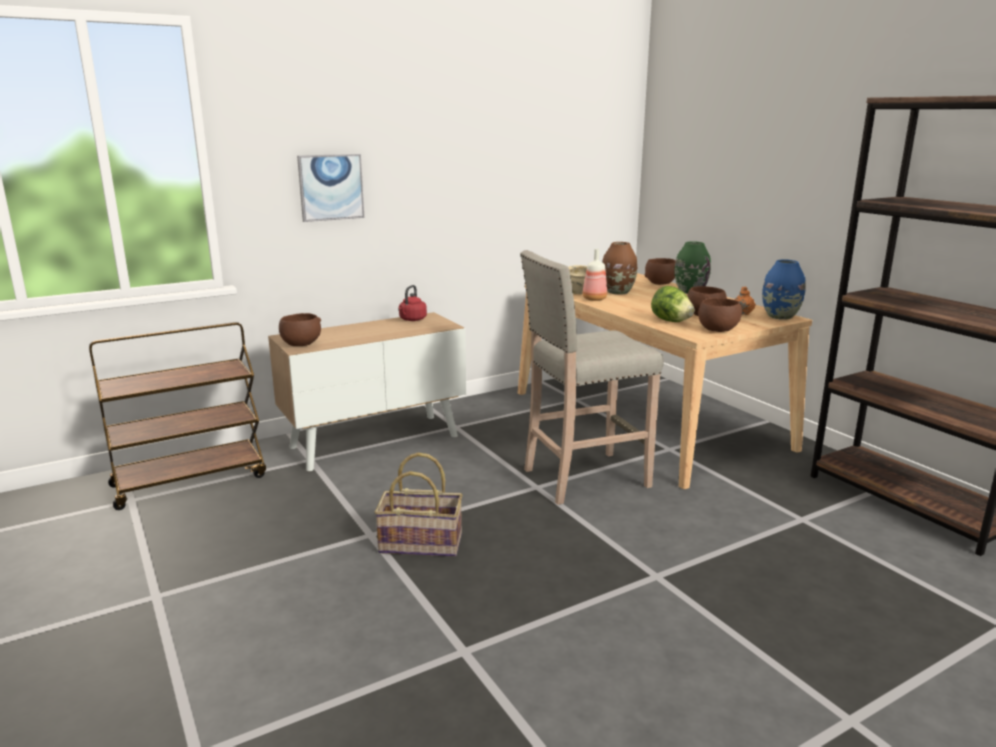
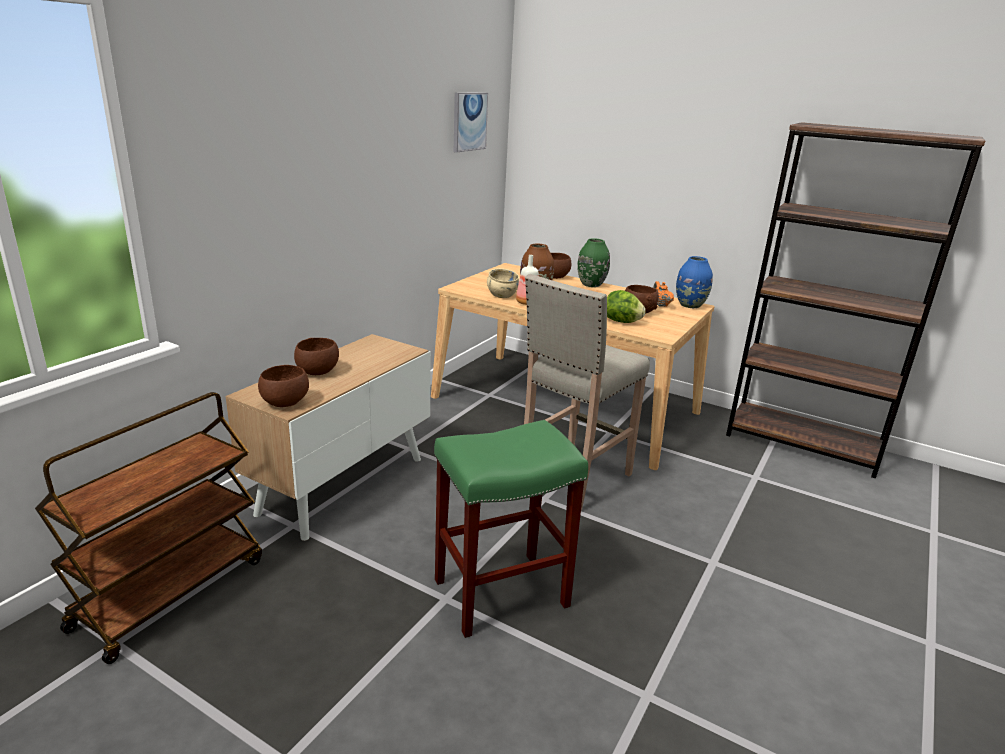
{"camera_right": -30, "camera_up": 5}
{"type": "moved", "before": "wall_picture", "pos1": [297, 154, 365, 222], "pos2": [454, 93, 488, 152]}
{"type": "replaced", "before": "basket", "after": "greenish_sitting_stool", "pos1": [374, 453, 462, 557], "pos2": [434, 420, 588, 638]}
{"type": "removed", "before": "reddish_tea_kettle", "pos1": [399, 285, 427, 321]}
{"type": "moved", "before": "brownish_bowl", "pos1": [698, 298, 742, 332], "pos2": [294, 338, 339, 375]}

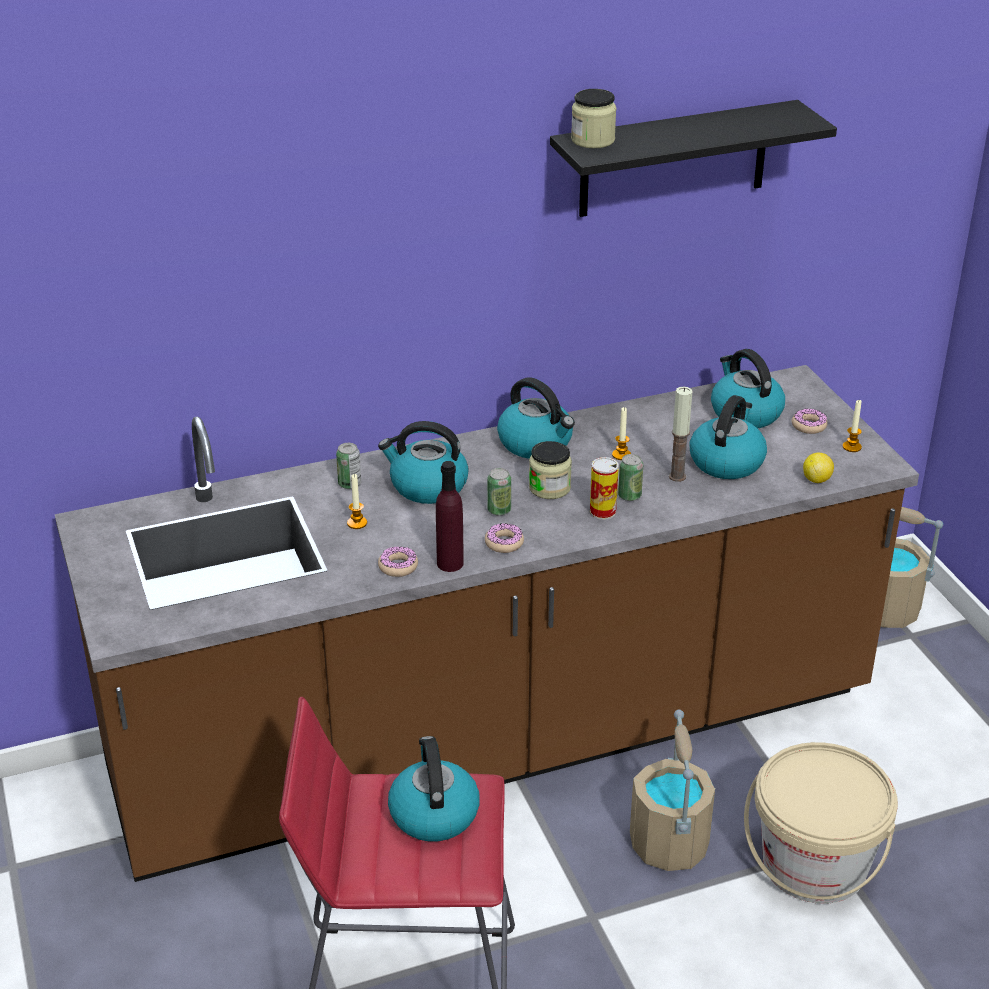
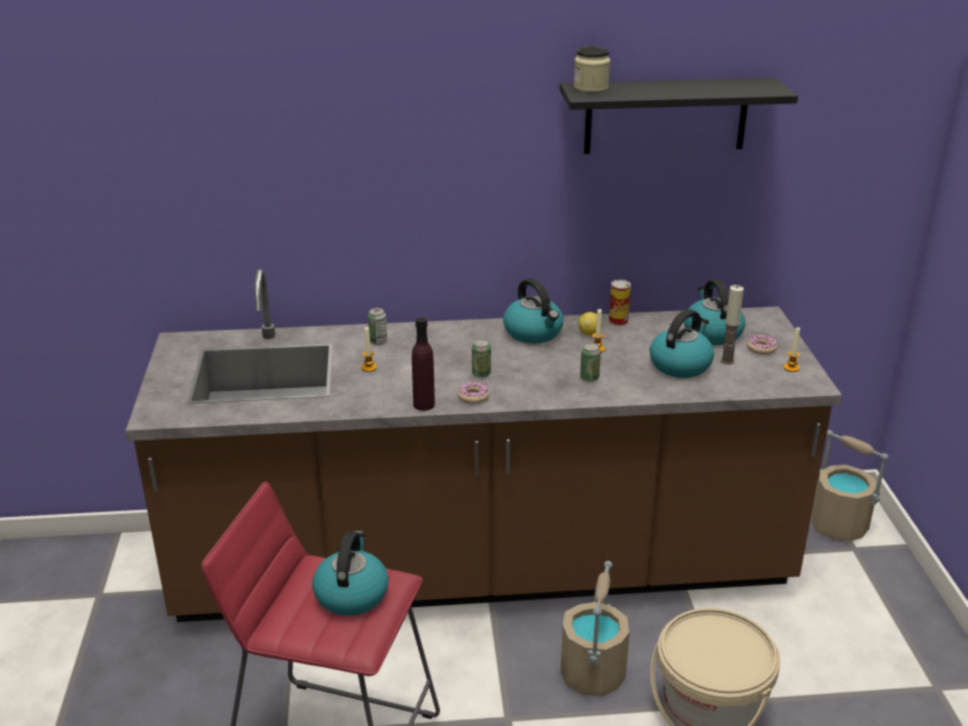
{"camera_right": 15, "camera_up": -5}
{"type": "removed", "before": "tea_kettle", "pos1": [378, 421, 469, 504]}
{"type": "removed", "before": "donut", "pos1": [378, 546, 418, 577]}
{"type": "removed", "before": "storage_jar", "pos1": [529, 441, 572, 499]}
{"type": "moved", "before": "metal_can", "pos1": [590, 457, 619, 520], "pos2": [609, 280, 631, 326]}
{"type": "moved", "before": "wax_light", "pos1": [669, 386, 693, 482], "pos2": [720, 285, 744, 365]}
{"type": "moved", "before": "citrus_fruit", "pos1": [803, 453, 834, 483], "pos2": [578, 312, 602, 336]}

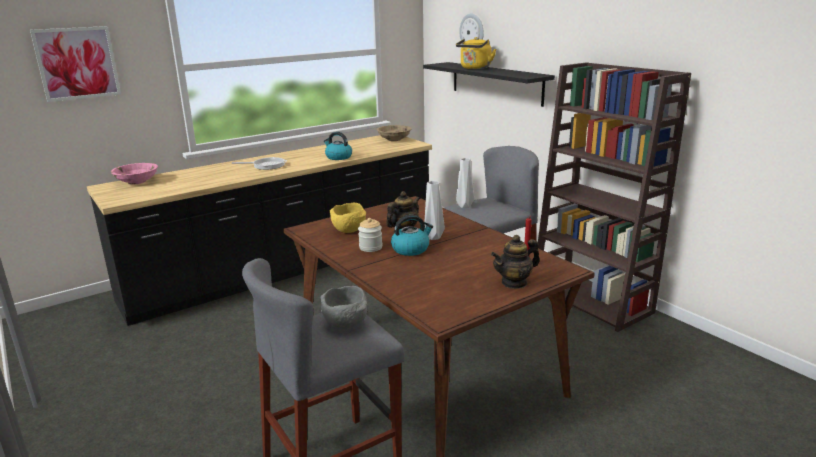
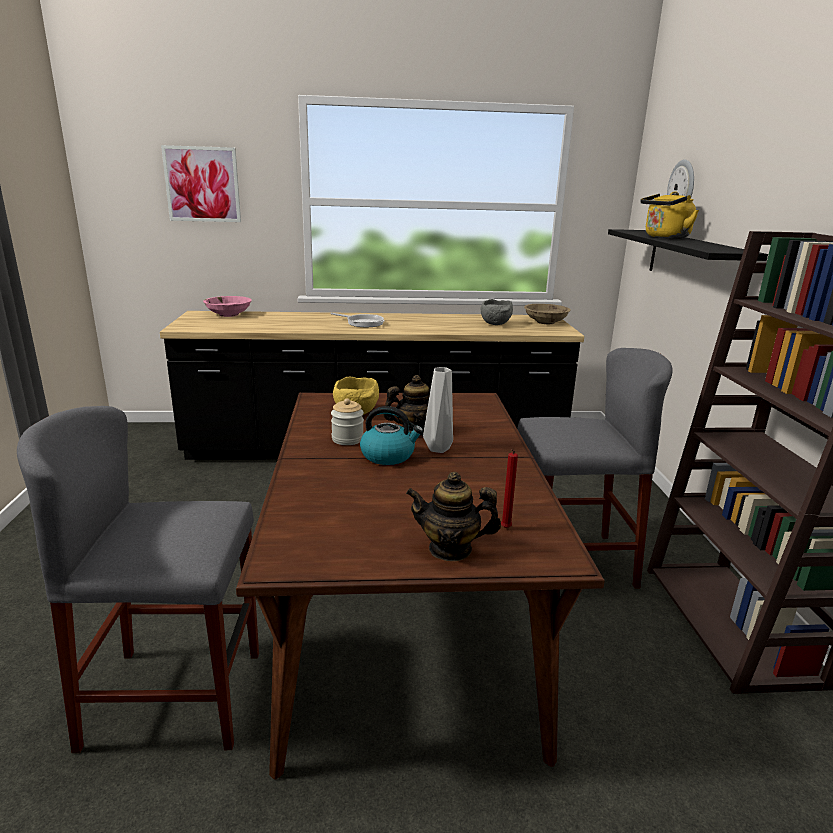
{"camera_right": 30, "camera_up": 0}
{"type": "moved", "before": "grey_bowl", "pos1": [321, 286, 368, 328], "pos2": [481, 299, 513, 325]}
{"type": "removed", "before": "tea_kettle", "pos1": [324, 132, 352, 160]}
{"type": "removed", "before": "grey_vase", "pos1": [456, 158, 474, 208]}

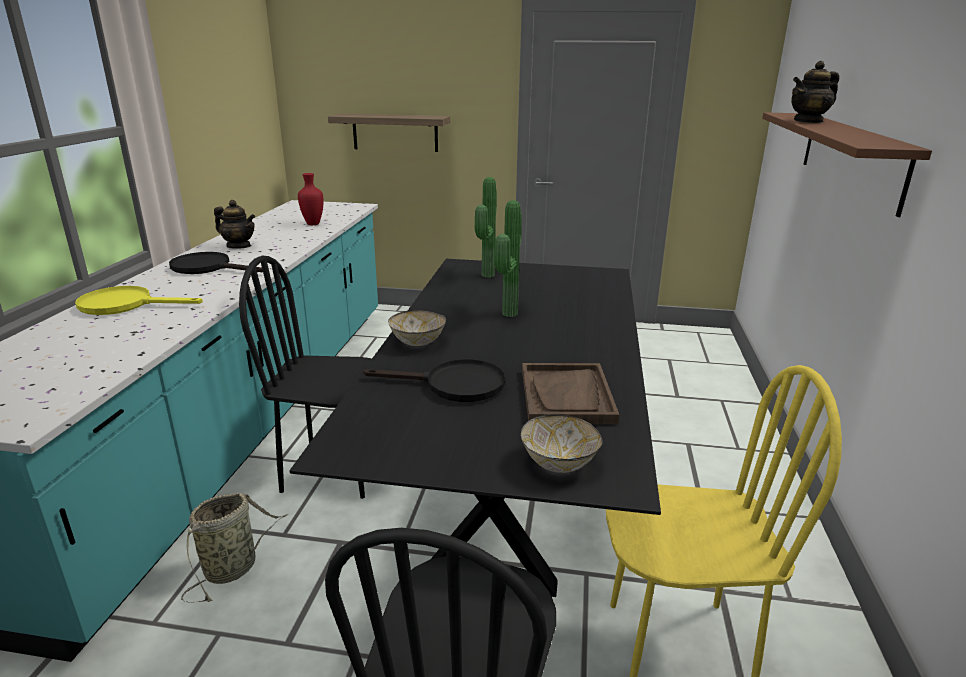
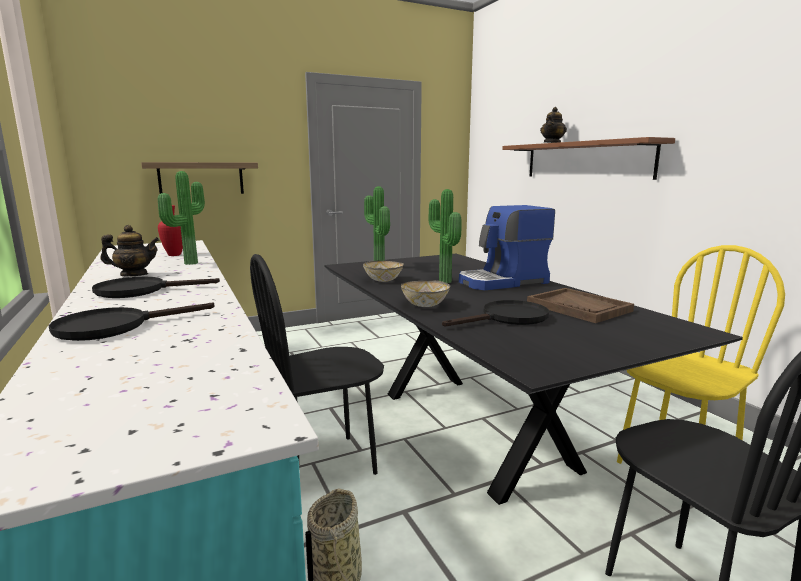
{"camera_right": -35, "camera_up": -10}
{"type": "recoloured", "before": "yellow-coloured_frying_pan", "after": "black_frying_pan", "pos1": [75, 286, 203, 315], "pos2": [49, 303, 214, 341]}
{"type": "moved", "before": "bowl", "pos1": [521, 414, 603, 473], "pos2": [363, 261, 404, 282]}
{"type": "added", "after": "houseplant", "pos2": [158, 171, 205, 265]}
{"type": "added", "after": "coffee_machine", "pos2": [459, 205, 555, 290]}

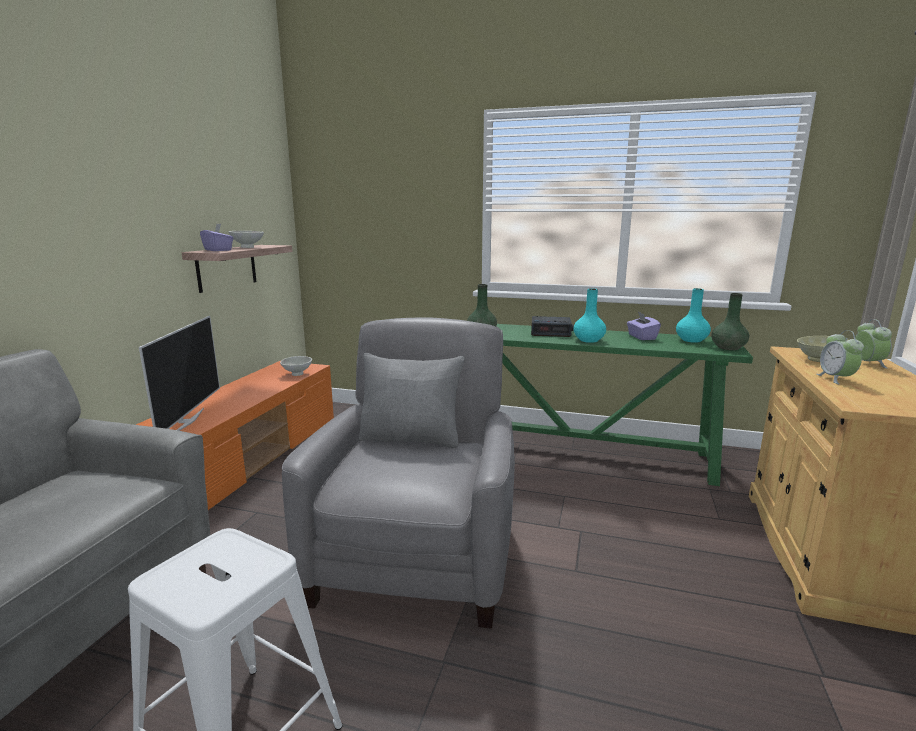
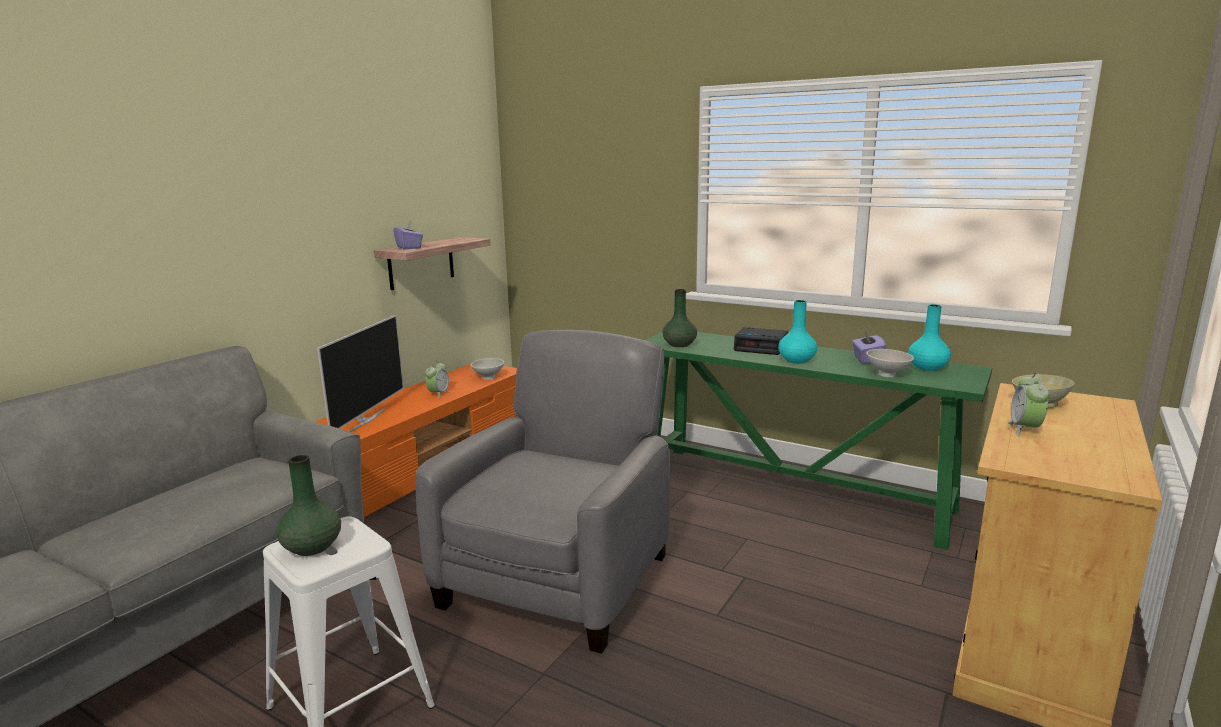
{"camera_right": 15, "camera_up": 0}
{"type": "moved", "before": "whitish_bowl", "pos1": [228, 231, 264, 248], "pos2": [866, 349, 914, 377]}
{"type": "removed", "before": "grey_throw_pillow", "pos1": [359, 353, 465, 448]}
{"type": "moved", "before": "greenish_vase", "pos1": [711, 293, 749, 350], "pos2": [276, 455, 341, 556]}
{"type": "moved", "before": "bedside_clock", "pos1": [855, 319, 892, 368], "pos2": [425, 361, 450, 399]}

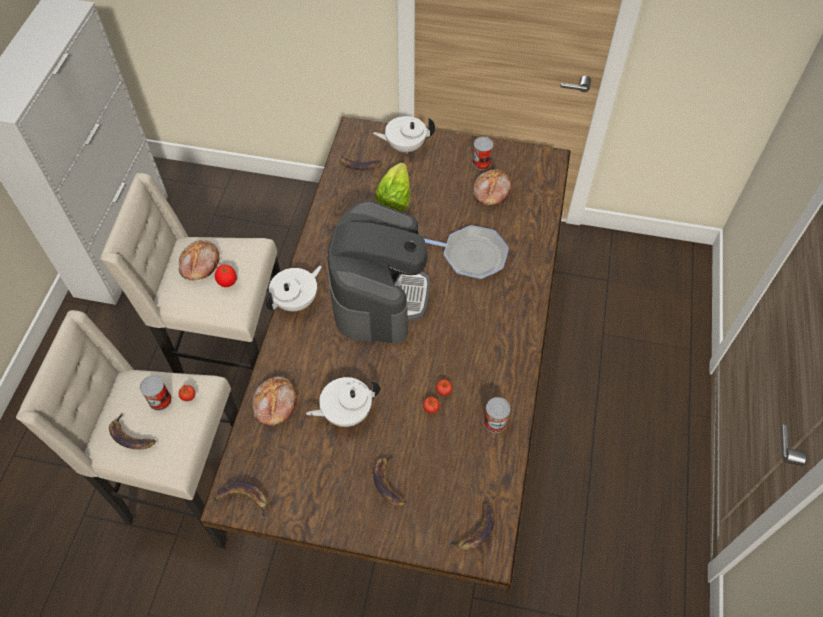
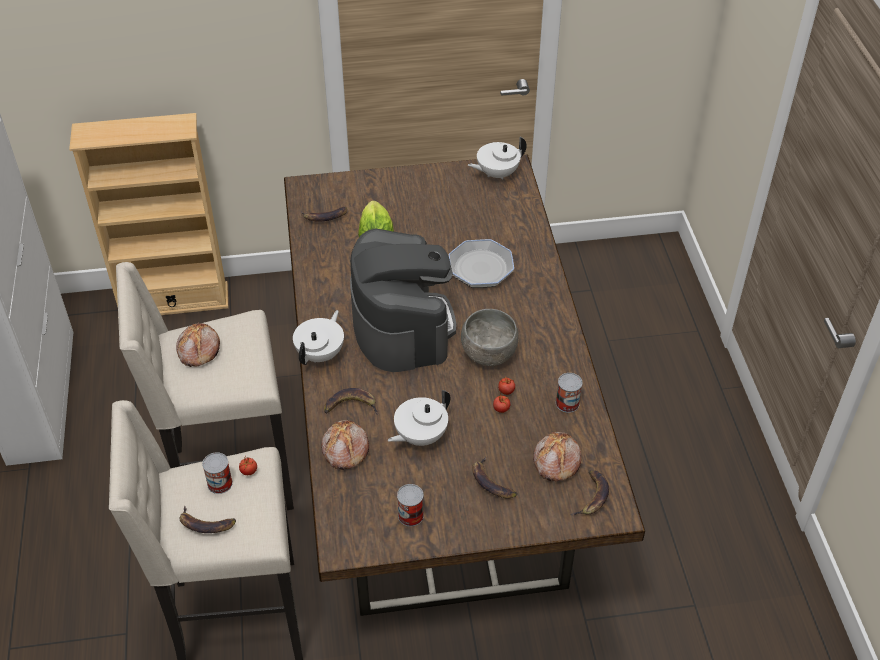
{"camera_right": -20, "camera_up": -10}
{"type": "moved", "before": "banana_fruit", "pos1": [214, 481, 267, 520], "pos2": [324, 388, 378, 415]}
{"type": "removed", "before": "fresh_tomato", "pos1": [215, 265, 237, 287]}
{"type": "moved", "before": "whitish_teapot", "pos1": [373, 116, 435, 154], "pos2": [468, 137, 527, 180]}
{"type": "moved", "before": "metal_can", "pos1": [472, 137, 493, 170], "pos2": [397, 484, 424, 527]}
{"type": "moved", "before": "bakery_bread", "pos1": [473, 169, 511, 205], "pos2": [533, 432, 581, 481]}
{"type": "added", "after": "beige_bookcase", "pos2": [69, 113, 228, 315]}
{"type": "added", "after": "grey_bowl", "pos2": [461, 309, 519, 366]}

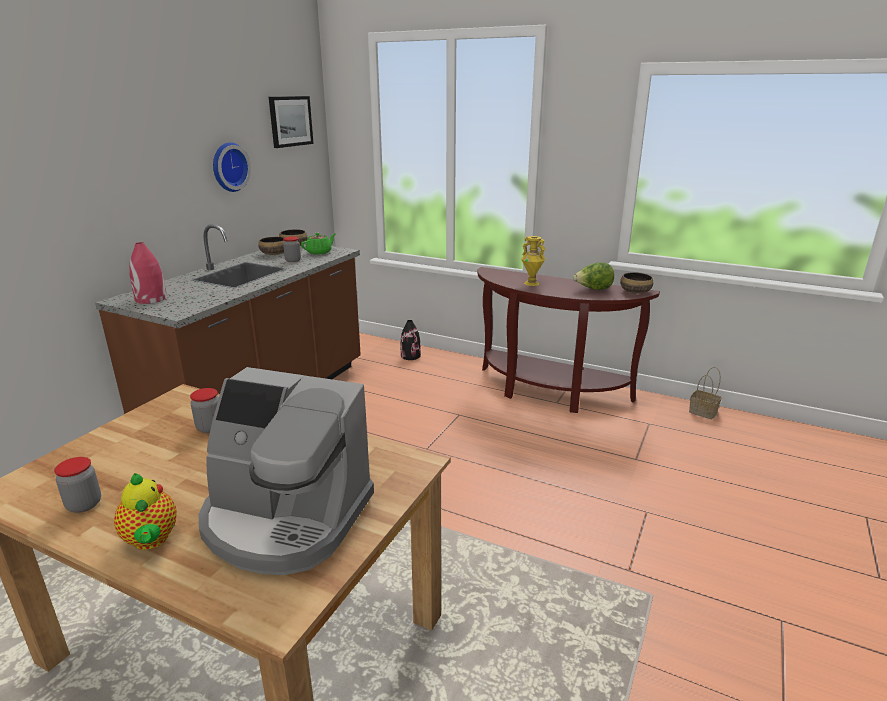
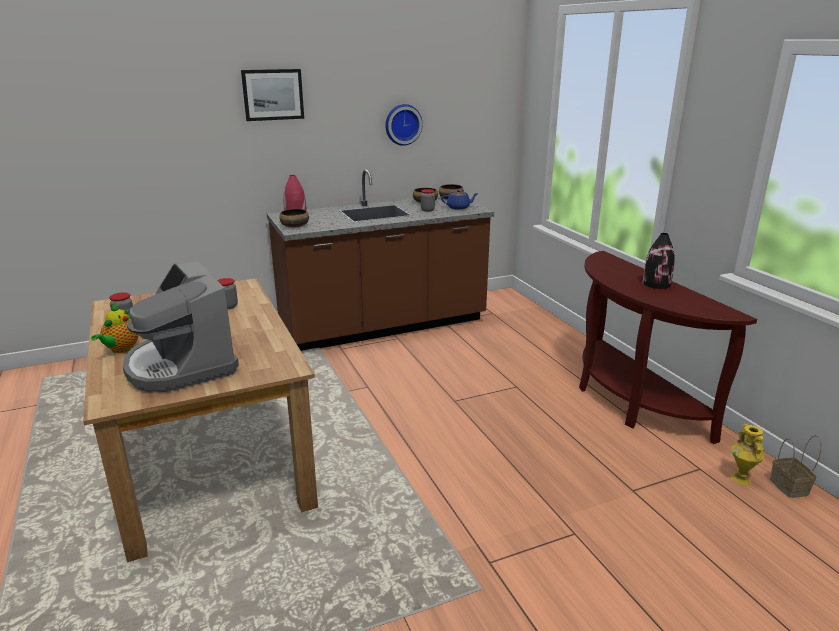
{"camera_right": 40, "camera_up": 0}
{"type": "moved", "before": "wall_picture", "pos1": [269, 96, 314, 148], "pos2": [241, 69, 304, 121]}
{"type": "recoloured", "before": "greenish_teapot", "after": "blue-coloured_teapot", "pos1": [301, 233, 335, 255], "pos2": [441, 190, 478, 210]}
{"type": "moved", "before": "black_vase", "pos1": [401, 320, 421, 360], "pos2": [642, 233, 674, 289]}
{"type": "moved", "before": "yellow-coloured_vase", "pos1": [521, 236, 545, 286], "pos2": [731, 424, 765, 485]}
{"type": "removed", "before": "head_of_lettuce", "pos1": [573, 263, 614, 290]}
{"type": "moved", "before": "bowl", "pos1": [620, 272, 653, 294], "pos2": [279, 209, 309, 228]}

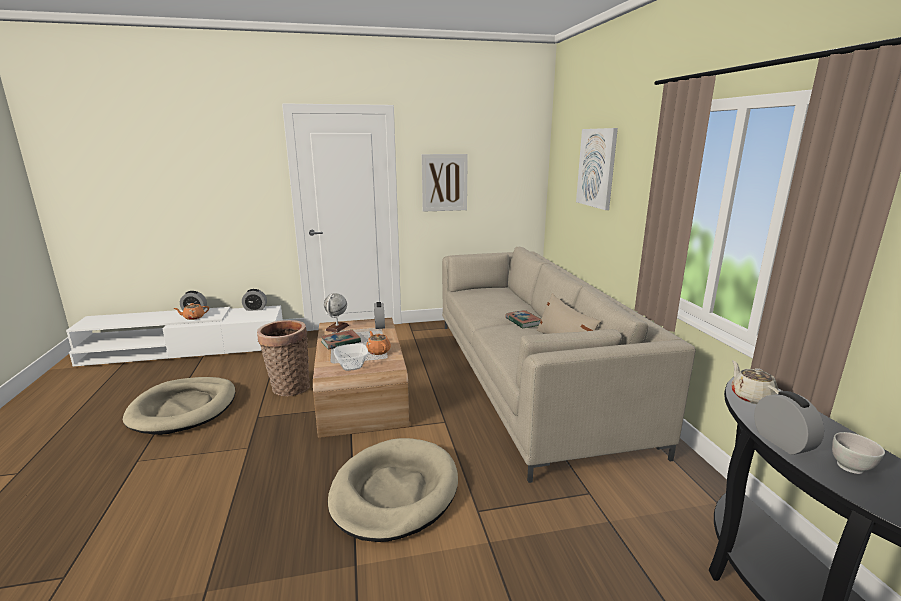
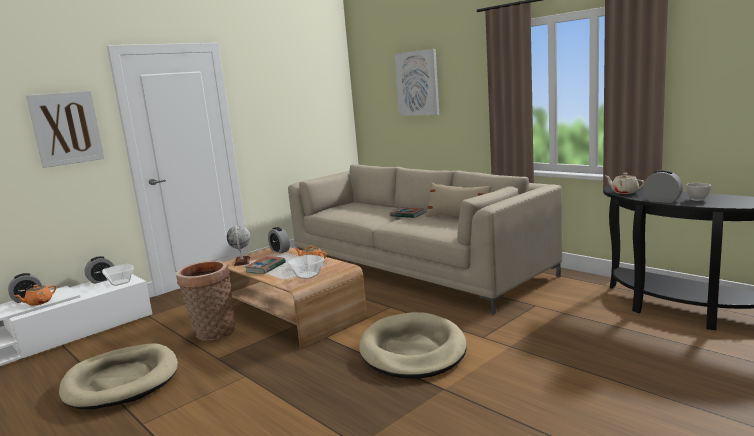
{"camera_right": -30, "camera_up": -5}
{"type": "moved", "before": "wall_picture", "pos1": [422, 154, 468, 212], "pos2": [26, 91, 104, 168]}
{"type": "added", "after": "bowl", "pos2": [102, 264, 134, 286]}

